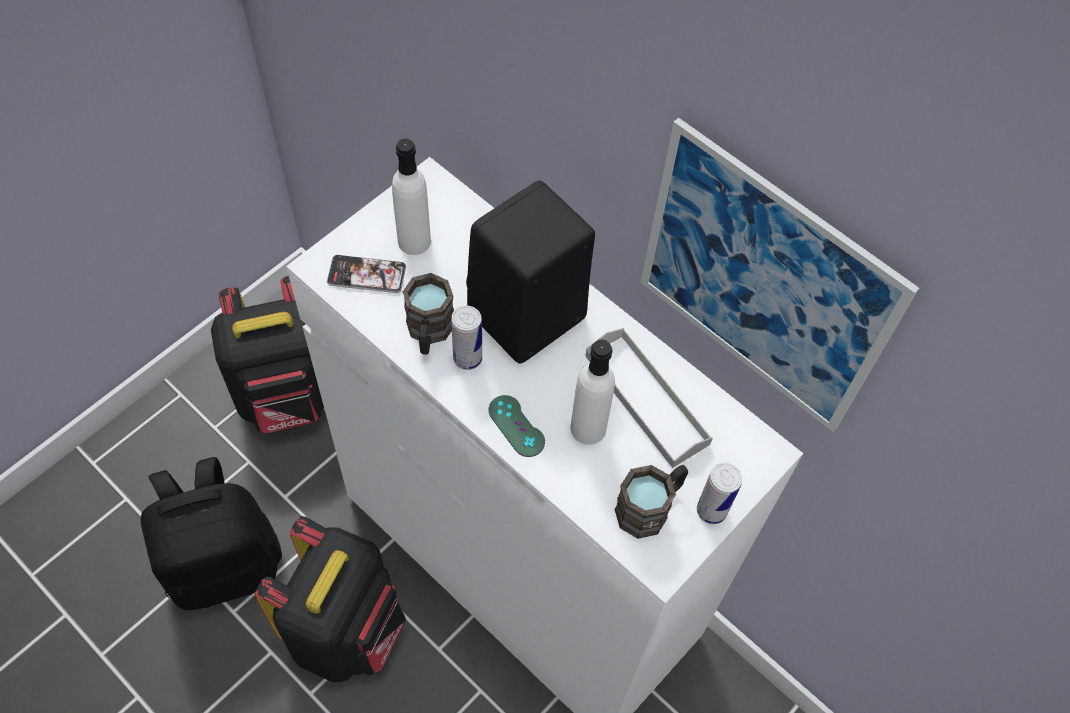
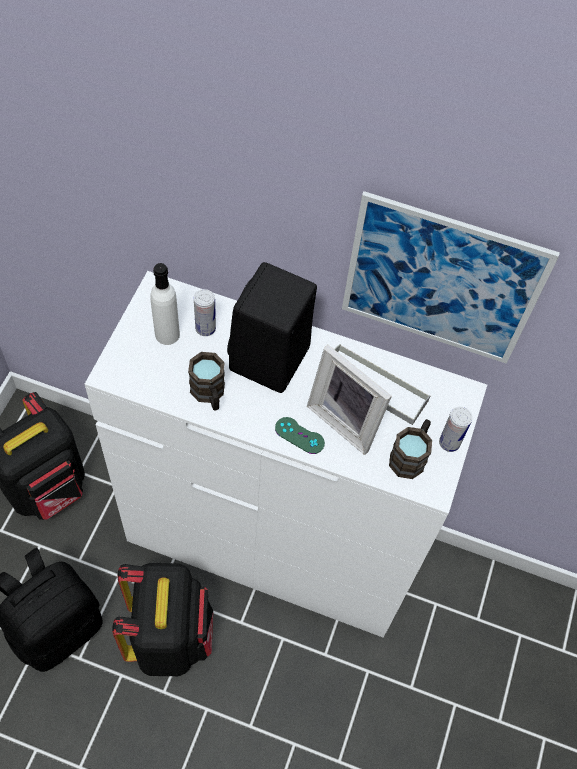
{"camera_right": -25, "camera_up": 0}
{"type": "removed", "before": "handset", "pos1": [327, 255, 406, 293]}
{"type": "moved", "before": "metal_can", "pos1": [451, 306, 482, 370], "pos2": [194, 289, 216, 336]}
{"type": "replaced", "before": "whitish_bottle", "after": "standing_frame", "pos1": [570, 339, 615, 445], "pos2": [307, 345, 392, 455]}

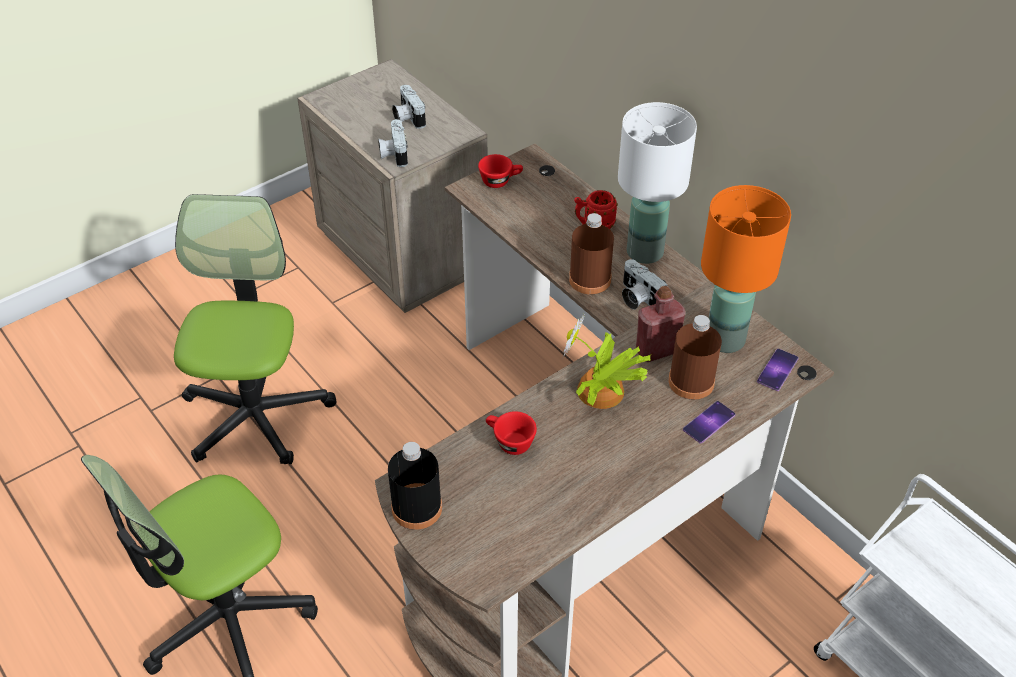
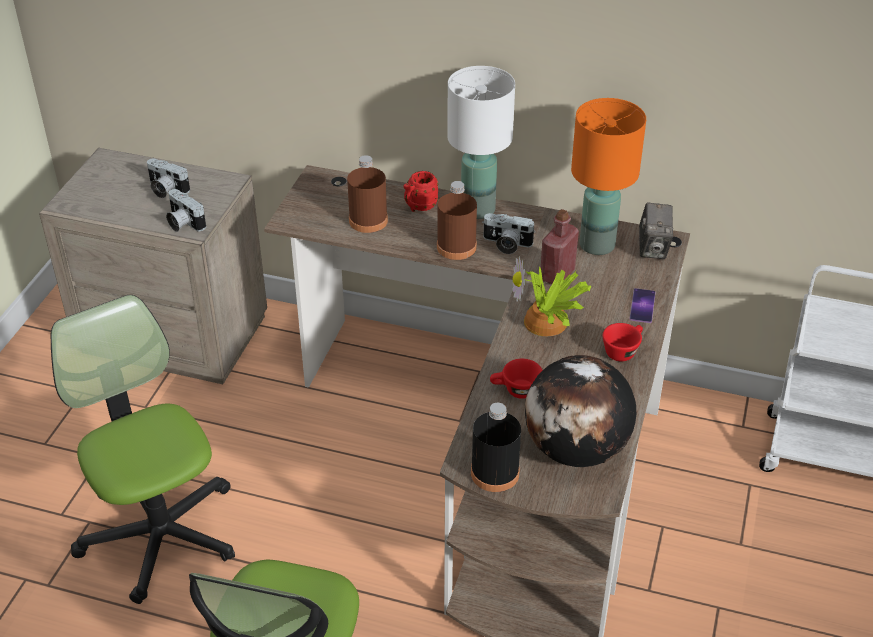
{"camera_right": -35, "camera_up": -5}
{"type": "moved", "before": "reddish_cup", "pos1": [478, 154, 523, 188], "pos2": [603, 323, 643, 362]}
{"type": "moved", "before": "brownish_bottle", "pos1": [668, 315, 722, 400], "pos2": [347, 155, 388, 233]}
{"type": "replaced", "before": "handset", "after": "still_camera", "pos1": [757, 349, 799, 391], "pos2": [639, 203, 673, 259]}
{"type": "added", "after": "world_globe", "pos2": [525, 355, 636, 467]}

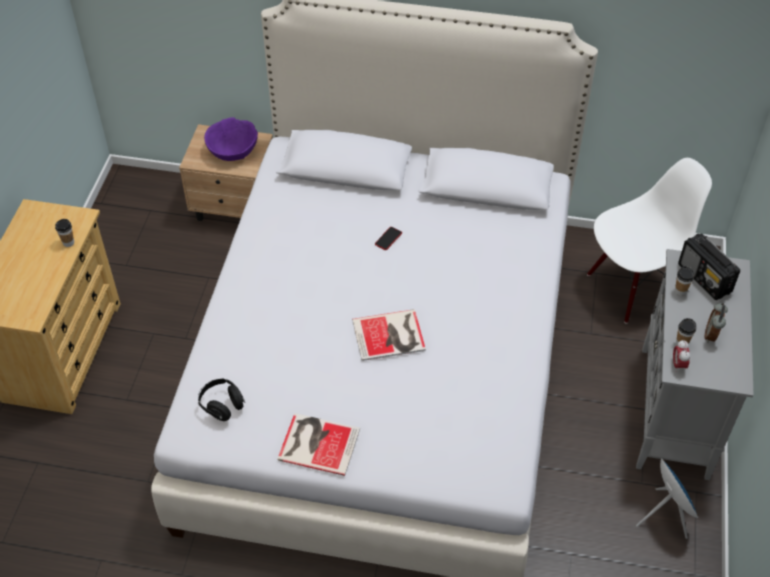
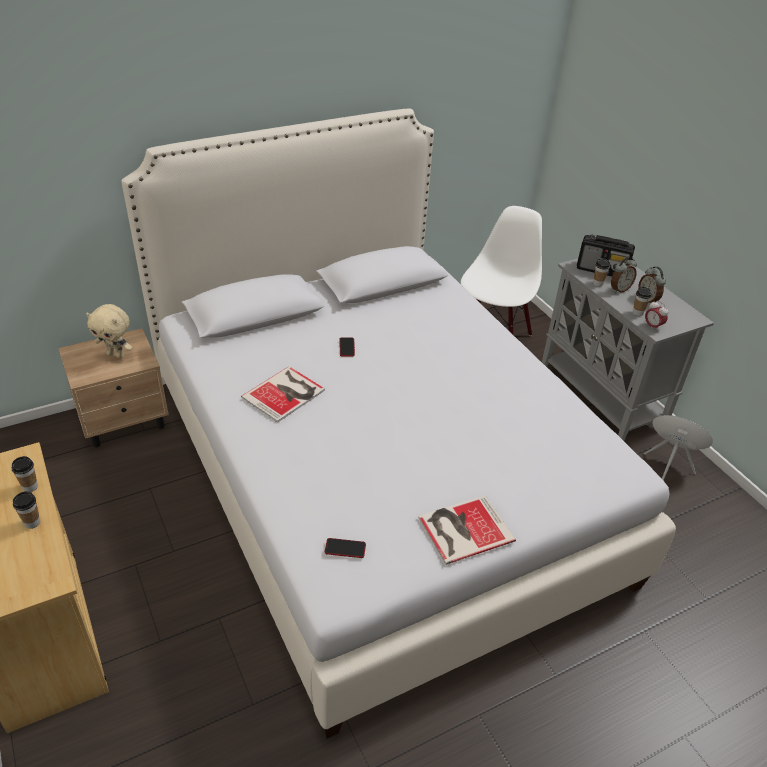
{"camera_right": -40, "camera_up": -10}
{"type": "replaced", "before": "black_pair_of_headphones", "after": "handset", "pos1": [198, 379, 245, 421], "pos2": [325, 538, 366, 558]}
{"type": "replaced", "before": "purple_bowl", "after": "beige_cuddly_toy", "pos1": [204, 117, 258, 161], "pos2": [86, 304, 132, 358]}
{"type": "moved", "before": "bound_book", "pos1": [352, 309, 426, 361], "pos2": [241, 366, 325, 423]}
{"type": "added", "after": "cup", "pos2": [13, 491, 40, 529]}
{"type": "added", "after": "bedside_clock", "pos2": [611, 256, 637, 293]}

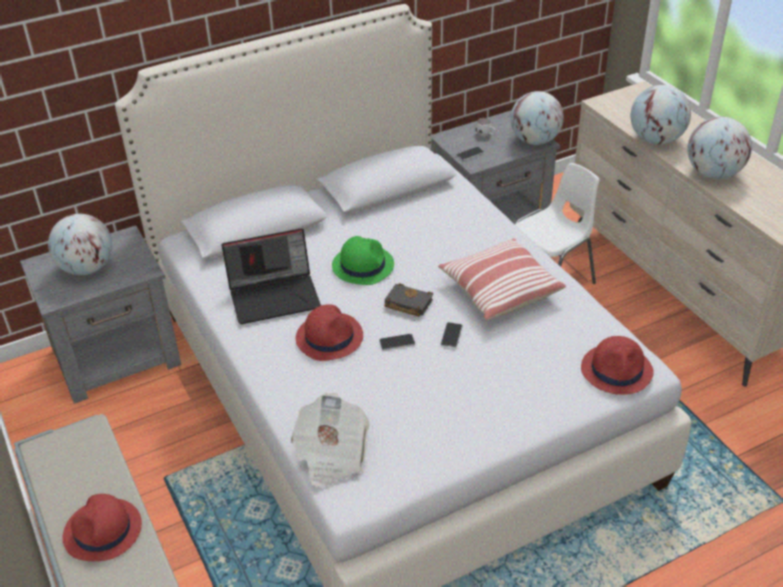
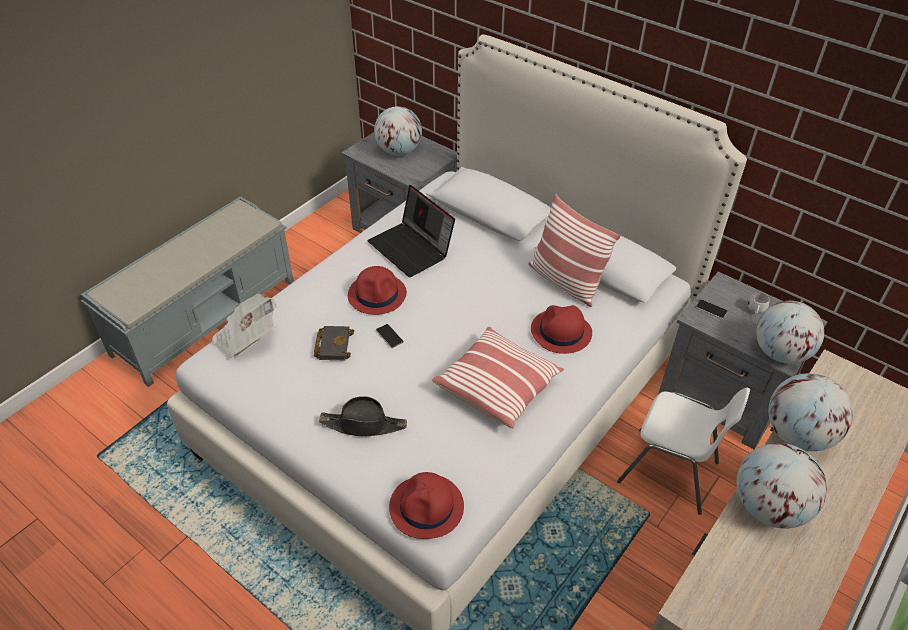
{"camera_right": 65, "camera_up": 5}
{"type": "moved", "before": "reddish_clothing_hat", "pos1": [63, 494, 142, 561], "pos2": [531, 305, 592, 354]}
{"type": "removed", "before": "greenish_clothing_hat", "pos1": [332, 236, 394, 285]}
{"type": "moved", "before": "black_bound_book", "pos1": [384, 283, 433, 317], "pos2": [314, 326, 354, 360]}
{"type": "removed", "before": "handset", "pos1": [441, 322, 463, 347]}
{"type": "added", "after": "black_clothing_hat", "pos2": [319, 396, 407, 436]}
{"type": "added", "after": "throw_pillow", "pos2": [528, 194, 621, 307]}

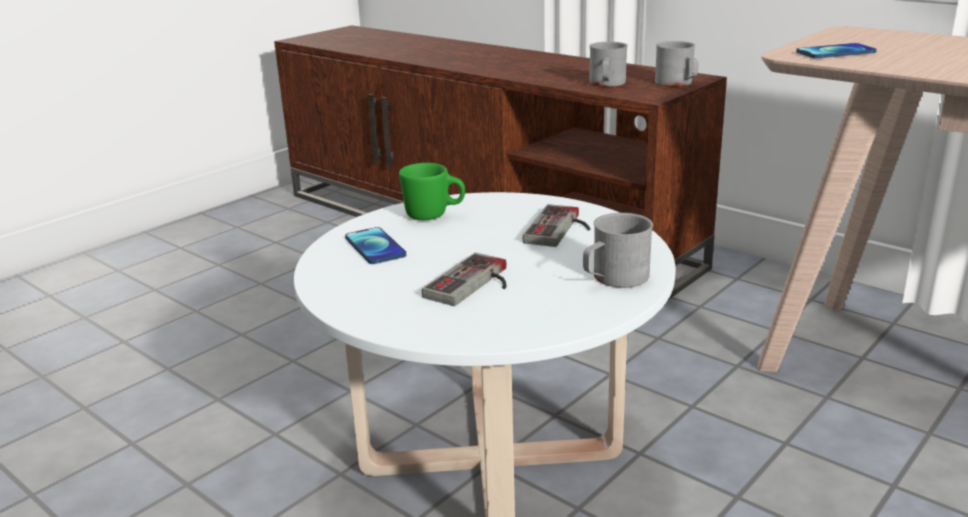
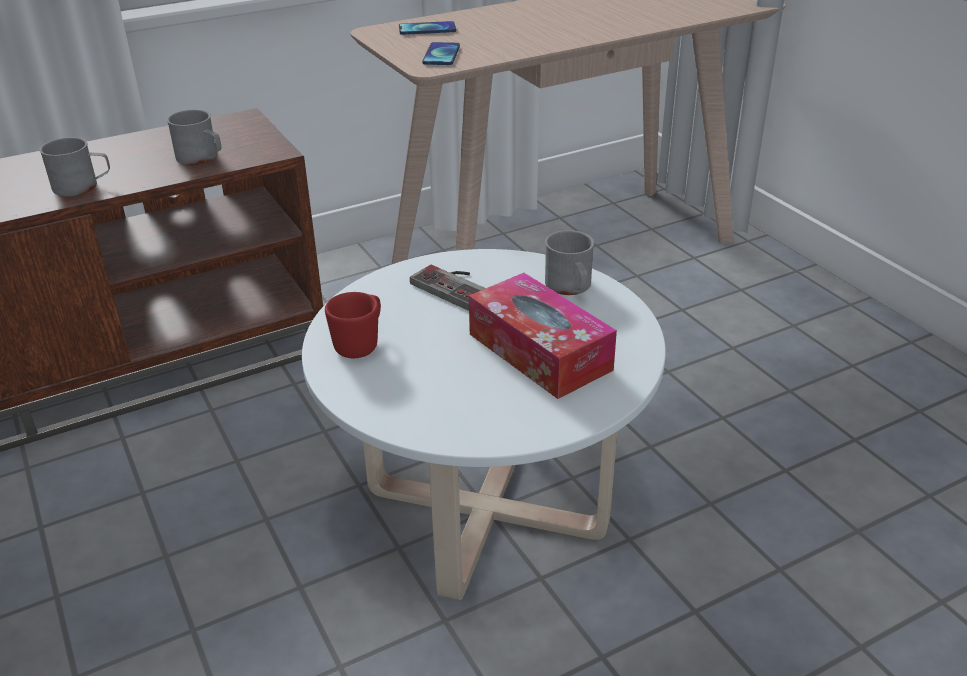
{"camera_right": -70, "camera_up": 10}
{"type": "moved", "before": "handset", "pos1": [345, 227, 406, 264], "pos2": [399, 21, 456, 35]}
{"type": "recoloured", "before": "greenish_mug", "after": "reddish_mug", "pos1": [399, 163, 465, 220], "pos2": [325, 292, 381, 358]}
{"type": "replaced", "before": "game_controller", "after": "tissue_holder", "pos1": [422, 253, 507, 306], "pos2": [469, 273, 617, 399]}
{"type": "moved", "before": "grey_mug", "pos1": [655, 41, 699, 87], "pos2": [39, 137, 110, 196]}

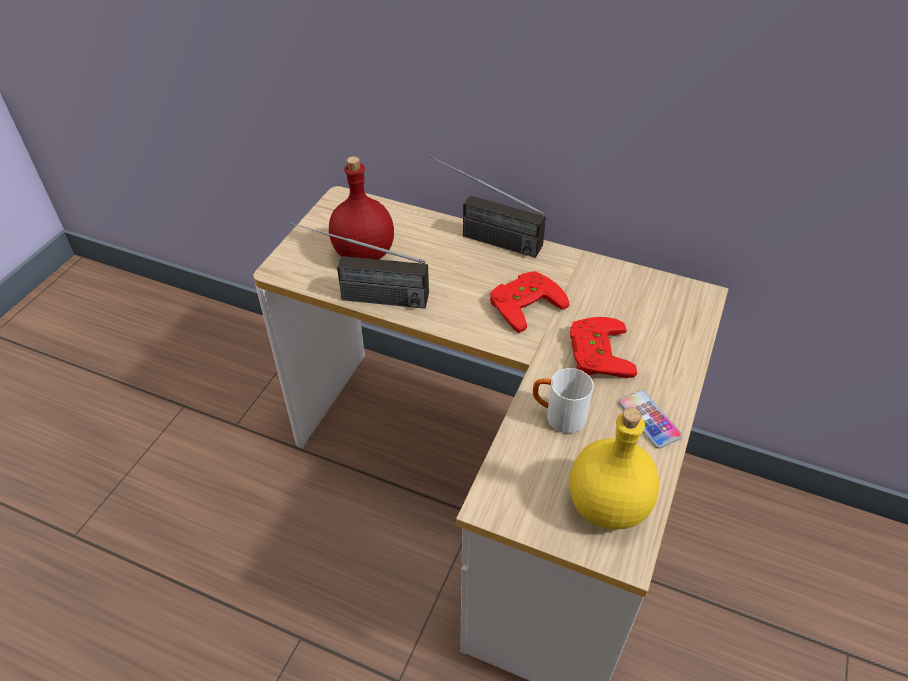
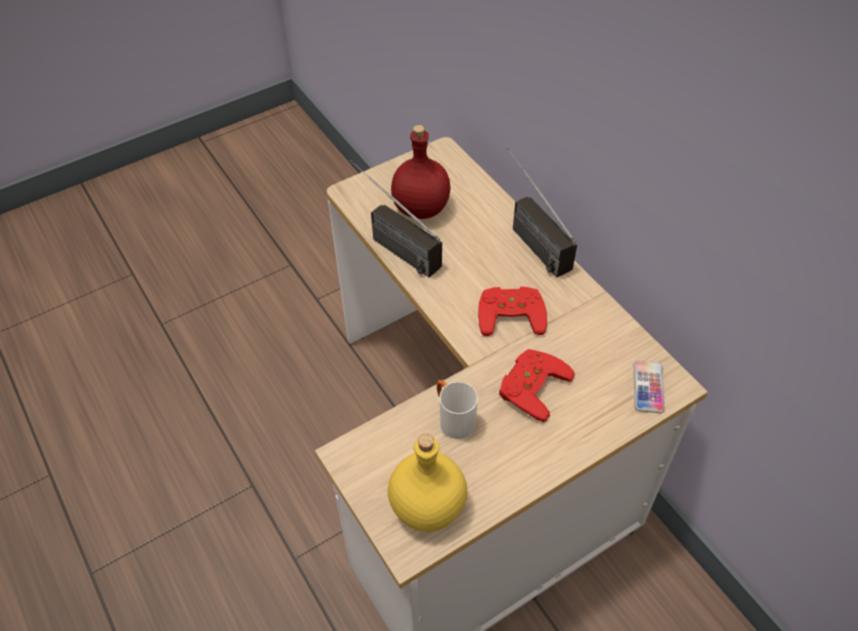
{"camera_right": 35, "camera_up": 5}
{"type": "moved", "before": "handset", "pos1": [619, 390, 683, 449], "pos2": [634, 360, 665, 413]}

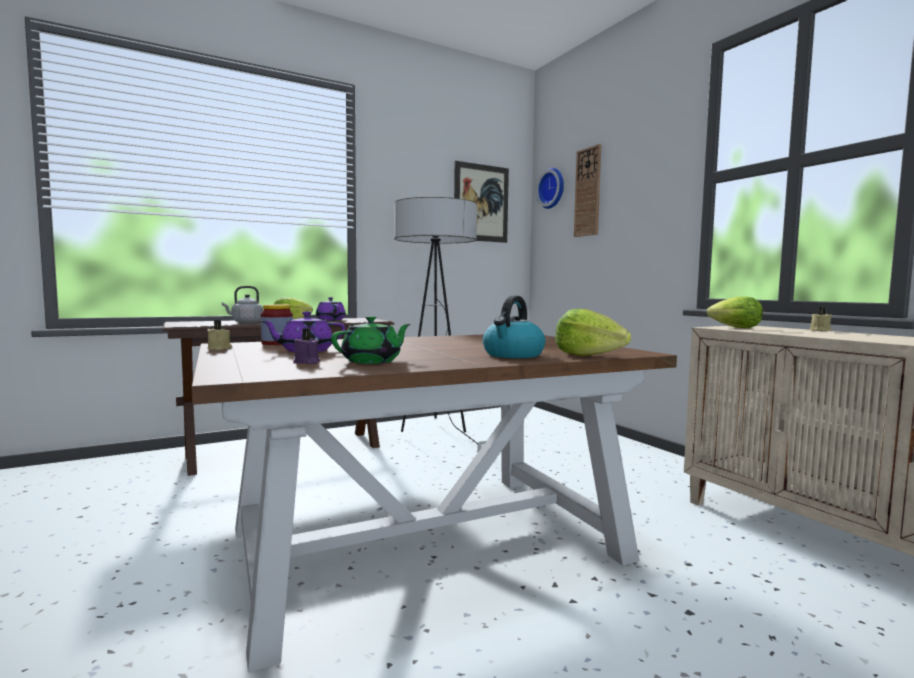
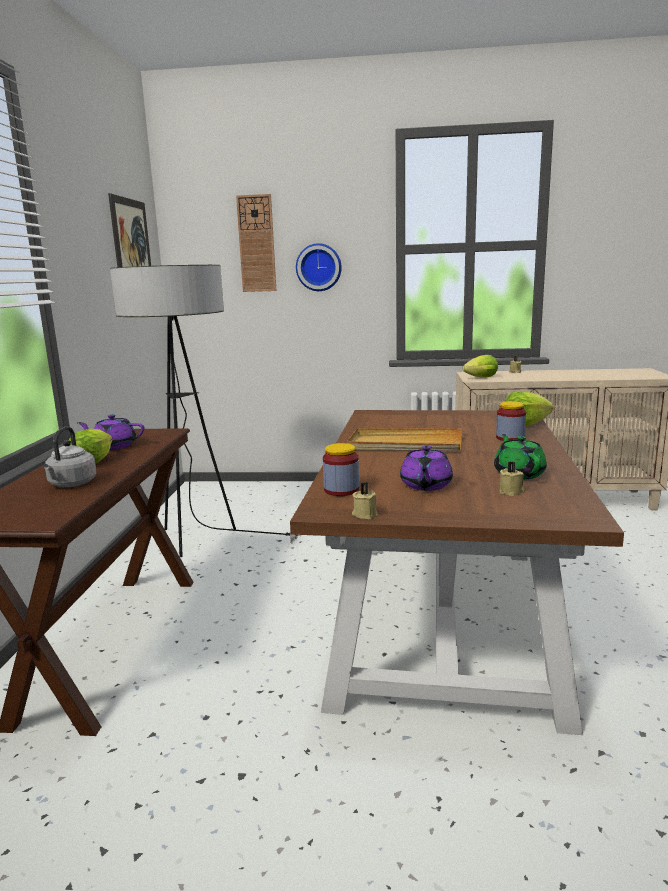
{"camera_right": -55, "camera_up": 10}
{"type": "recoloured", "before": "purple_wax_light", "after": "beige_wax_light", "pos1": [293, 328, 320, 364], "pos2": [500, 461, 525, 496]}
{"type": "replaced", "before": "tea_kettle", "after": "storage_jar", "pos1": [483, 296, 546, 358], "pos2": [496, 401, 526, 441]}
{"type": "moved", "before": "hanging_clock", "pos1": [536, 168, 564, 209], "pos2": [296, 243, 342, 291]}
{"type": "added", "after": "beige_carrying_tray", "pos2": [347, 428, 462, 450]}

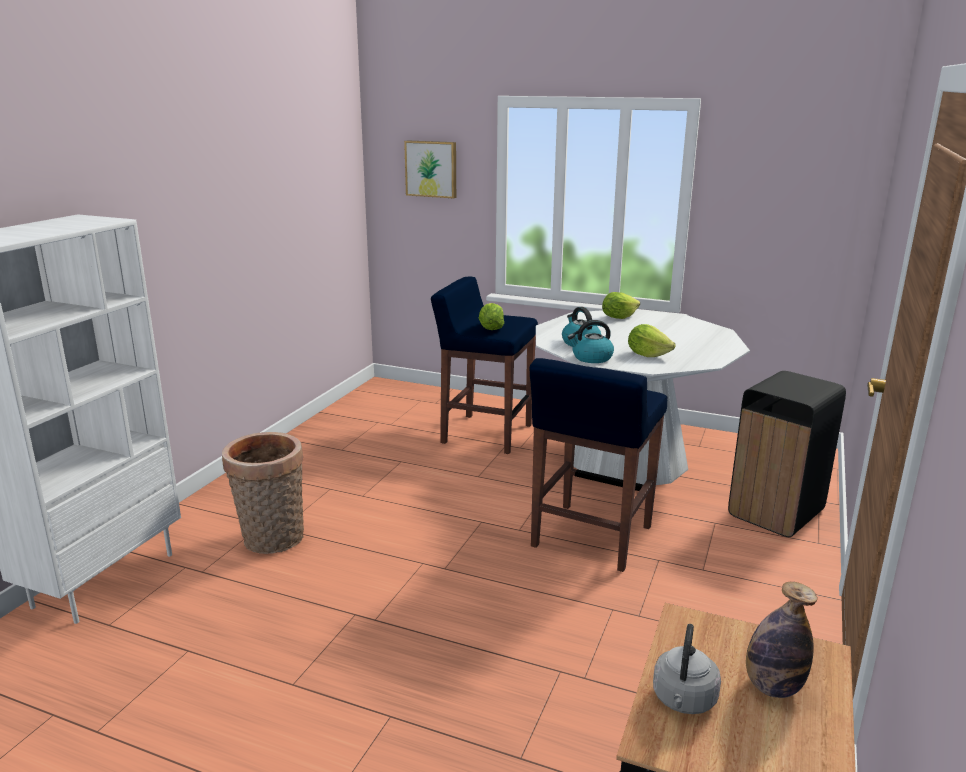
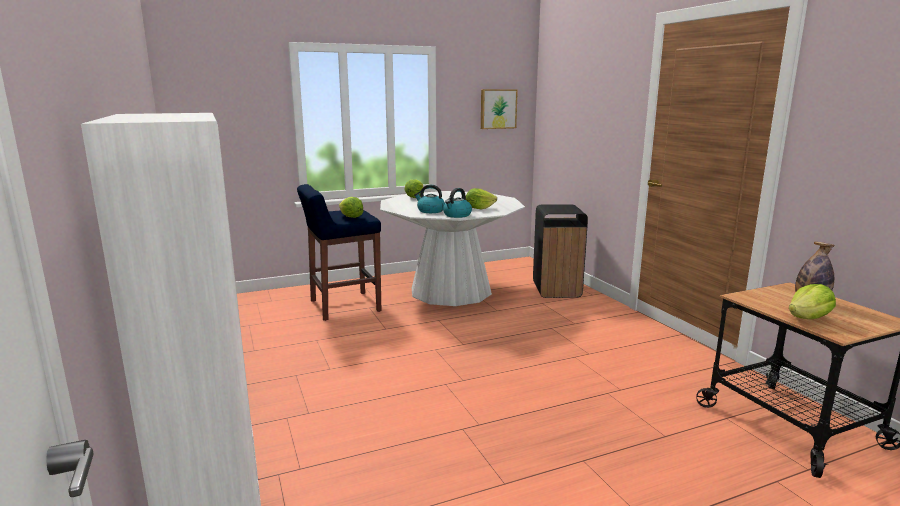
{"camera_right": -45, "camera_up": -5}
{"type": "removed", "before": "basket", "pos1": [222, 432, 304, 554]}
{"type": "moved", "before": "wall_picture", "pos1": [404, 140, 456, 198], "pos2": [481, 89, 518, 129]}
{"type": "removed", "before": "blue-coloured_sitting_stool", "pos1": [529, 358, 667, 572]}
{"type": "replaced", "before": "grey_tea_kettle", "after": "head_of_lettuce", "pos1": [653, 624, 721, 714], "pos2": [789, 284, 836, 319]}

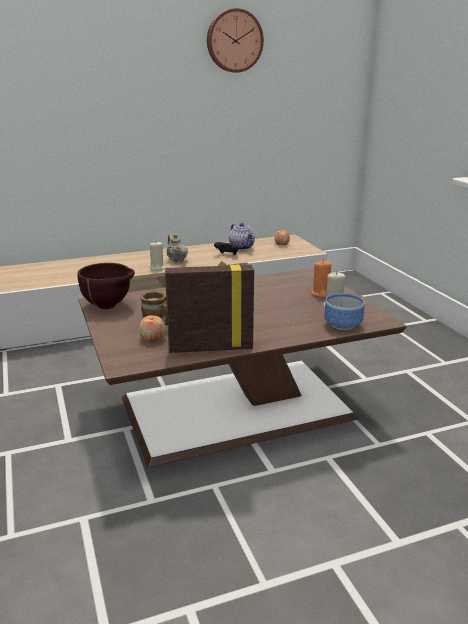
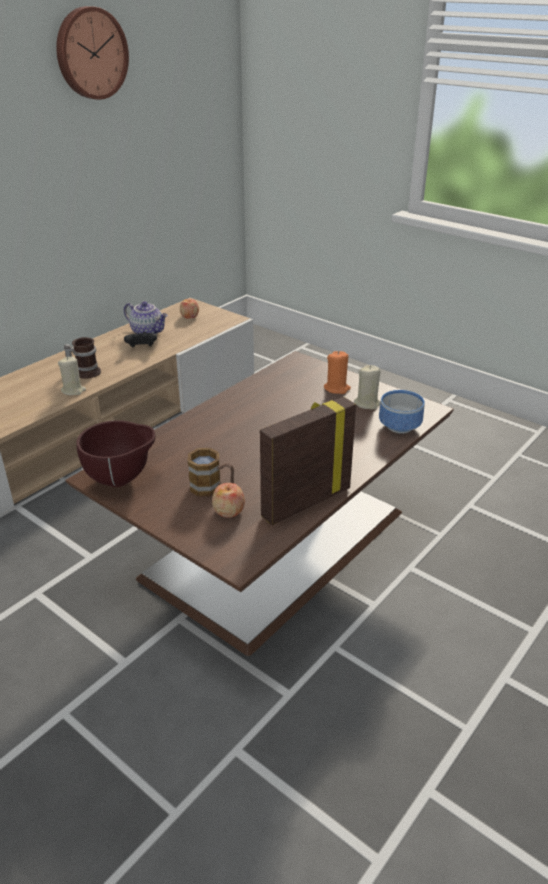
{"camera_right": -30, "camera_up": 10}
{"type": "replaced", "before": "beige_teapot", "after": "mug", "pos1": [167, 234, 188, 262], "pos2": [64, 337, 101, 379]}

